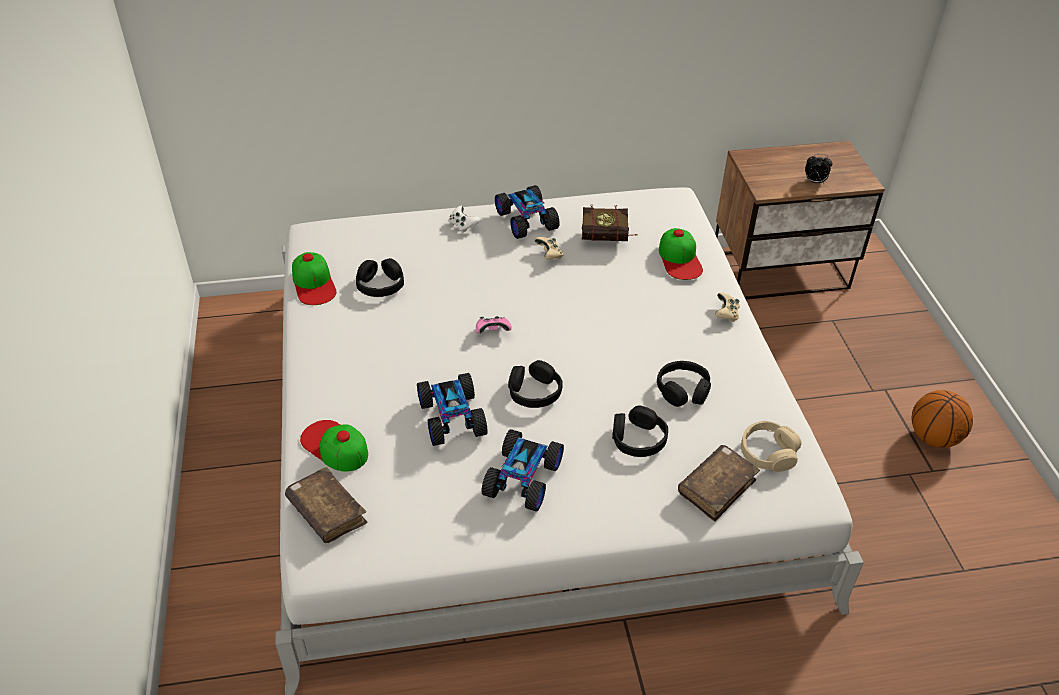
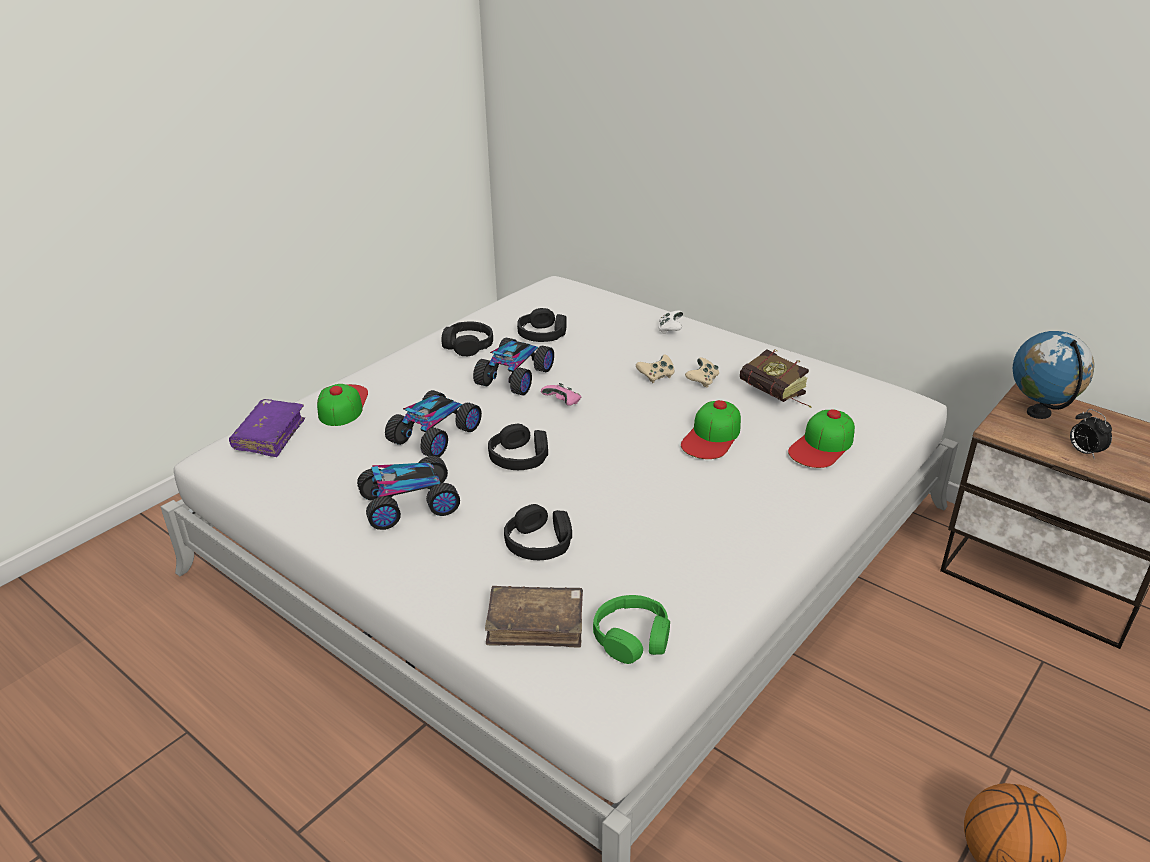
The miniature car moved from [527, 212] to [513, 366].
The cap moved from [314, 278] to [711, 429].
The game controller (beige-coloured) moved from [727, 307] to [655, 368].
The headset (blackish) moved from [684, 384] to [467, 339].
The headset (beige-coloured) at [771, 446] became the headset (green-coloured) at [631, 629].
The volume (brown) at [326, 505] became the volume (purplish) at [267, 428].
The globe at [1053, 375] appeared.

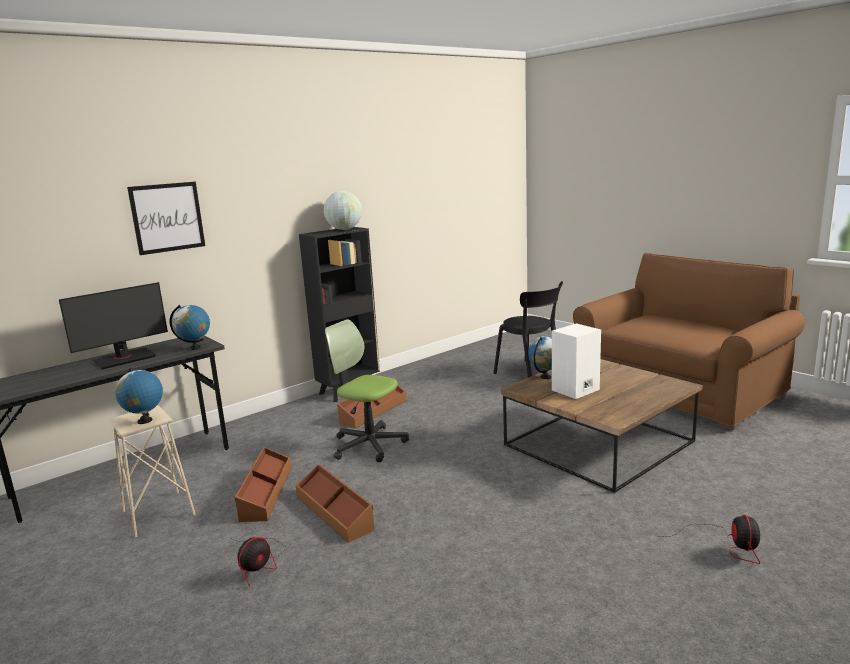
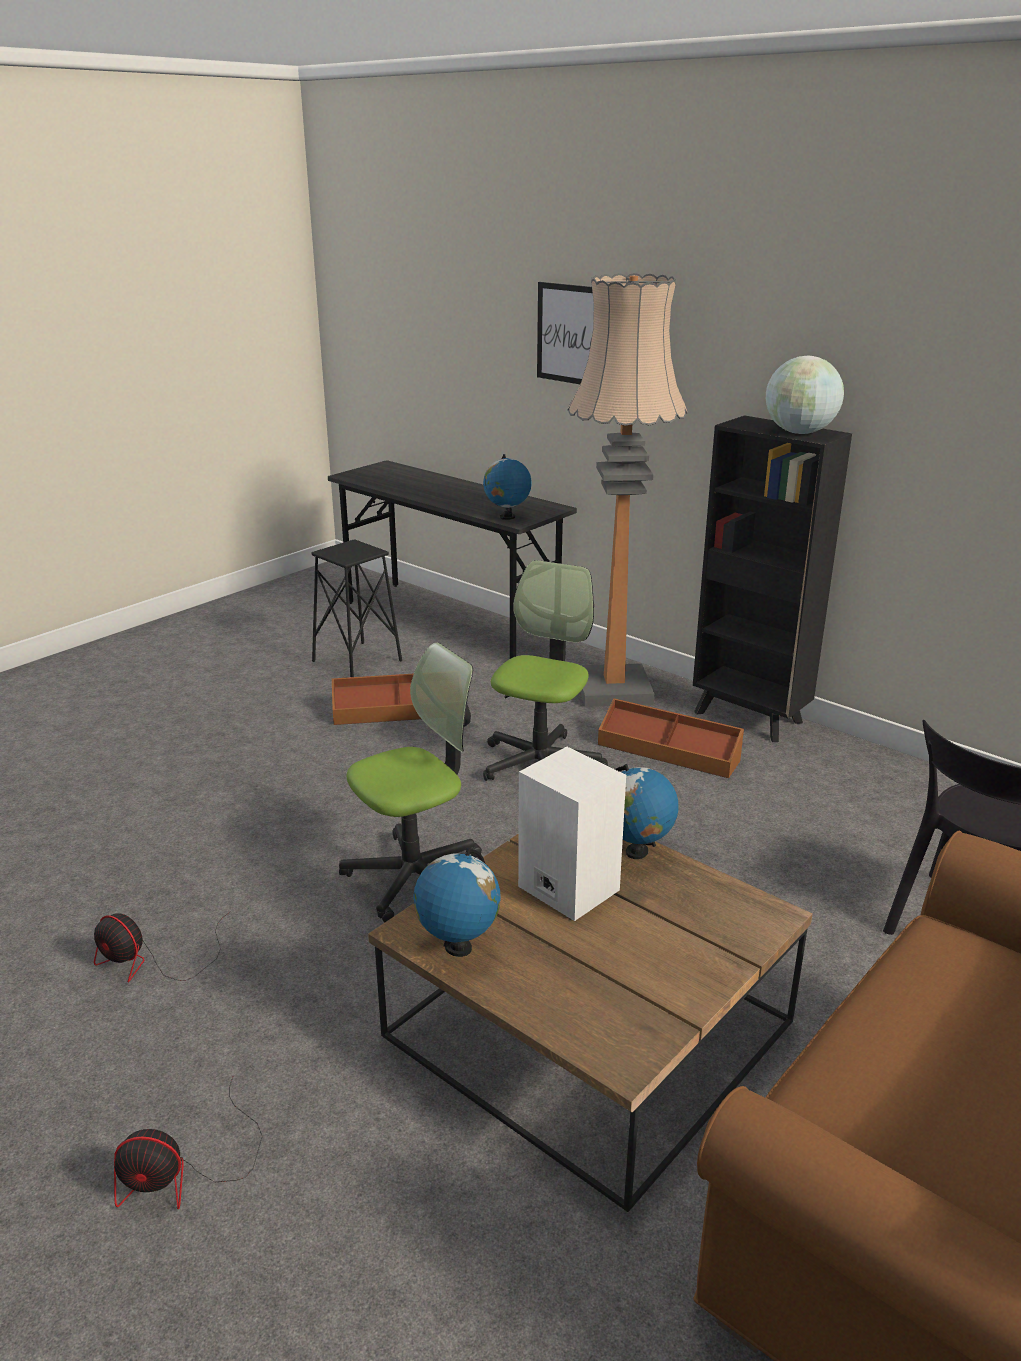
The computer display at [113, 325] disappeared.
The globe moved from [139, 396] to [457, 902].
The stool (beige-coloured) at [152, 471] became the stool (blackish) at [357, 608].
The storage box (brown) at [335, 503] disappeared.
The fan moved from [257, 561] to [162, 947].
The floor lamp at [627, 490] appeared.
The desk chair at [410, 782] appeared.

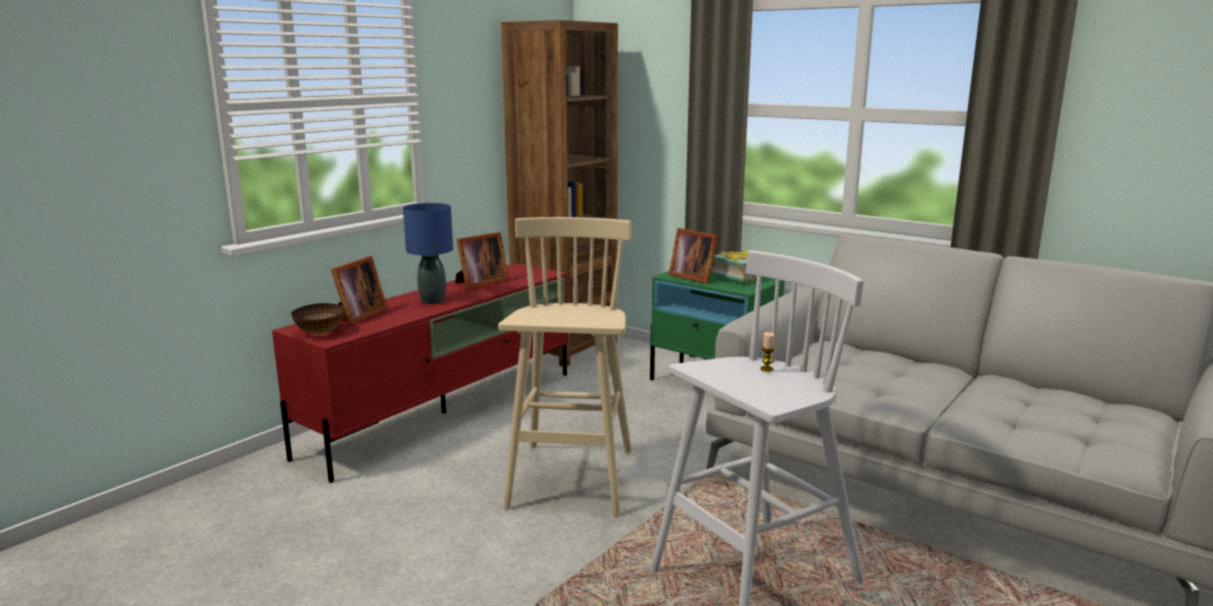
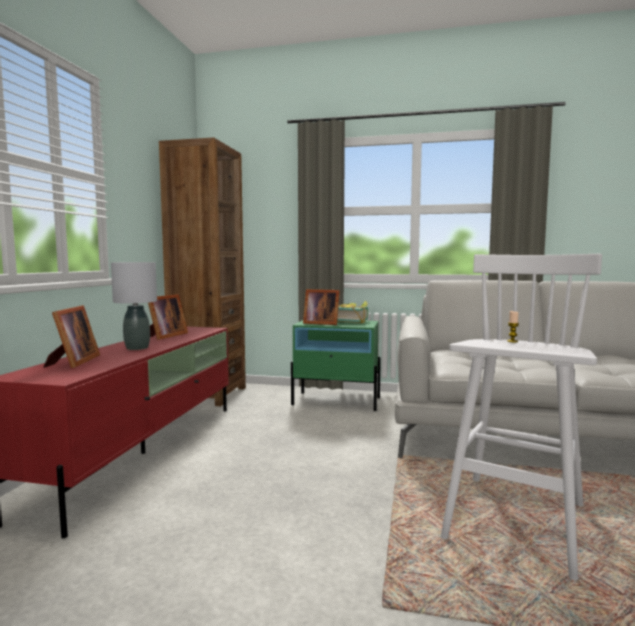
The table lamp (blue) at [428, 253] became the table lamp (gray) at [134, 306].
The stool (beige-coloured) at [565, 366] disappeared.
The bowl at [318, 318] disappeared.

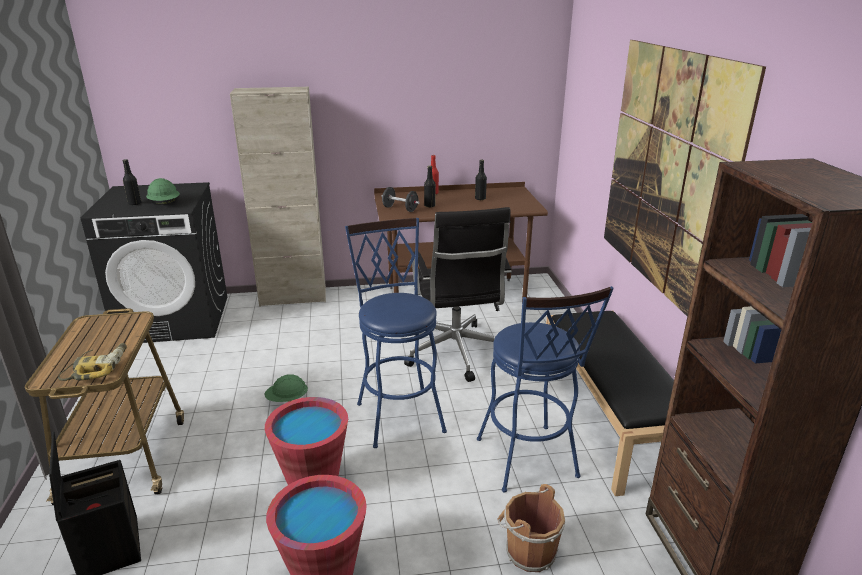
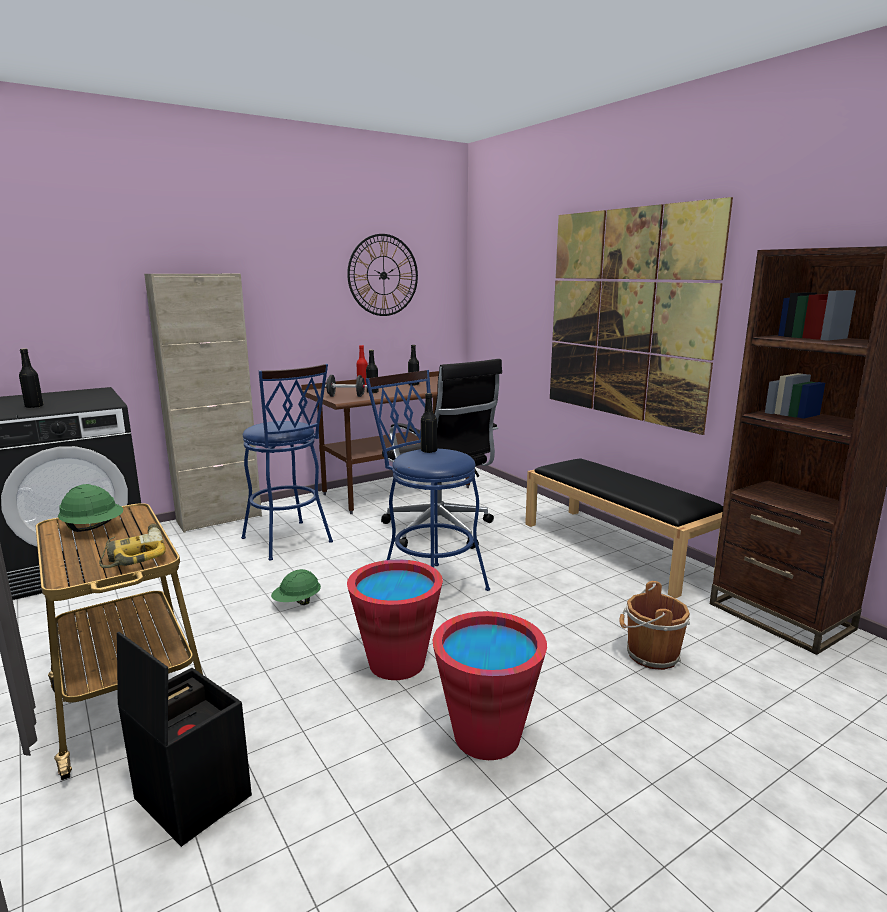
The work helmet (green-coloured) moved from [163, 191] to [90, 508].
The stool (blue) moved from [545, 389] to [287, 462].
The hanging clock at [382, 275] appeared.
The bottle (blackish) at [429, 423] appeared.

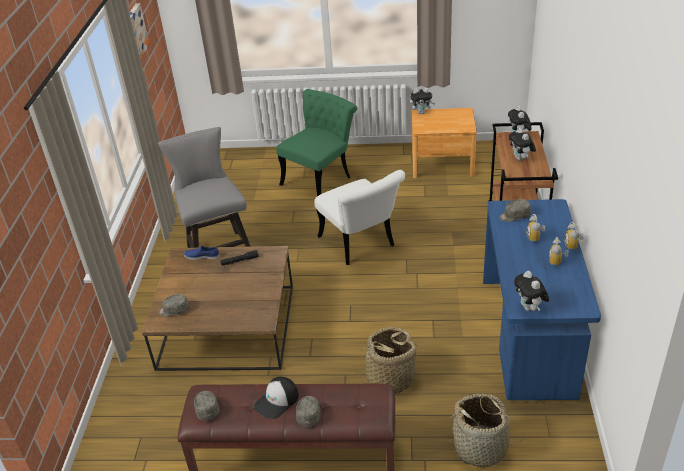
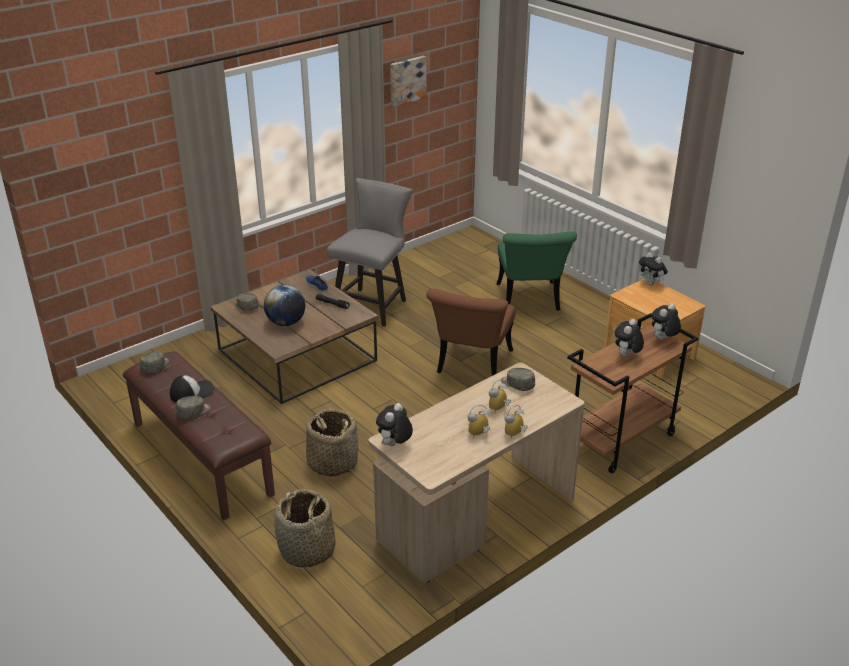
The plain chair (green-coloured) at [316, 142] turned 90 degrees clockwise.
The plain chair (white-coloured) at [359, 217] became the plain chair (brown) at [470, 332].
The desk unit (blue) at [542, 299] became the desk unit (beige-coloured) at [477, 473].
The cap at [276, 398] turned 150 degrees clockwise.
The globe at [284, 305] appeared.

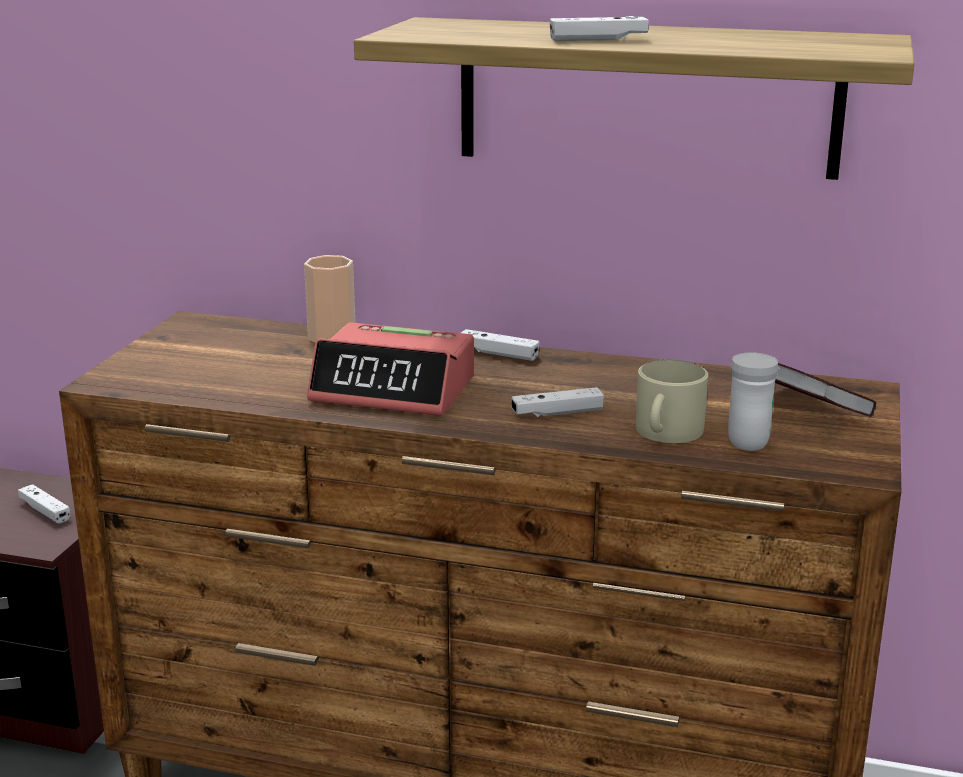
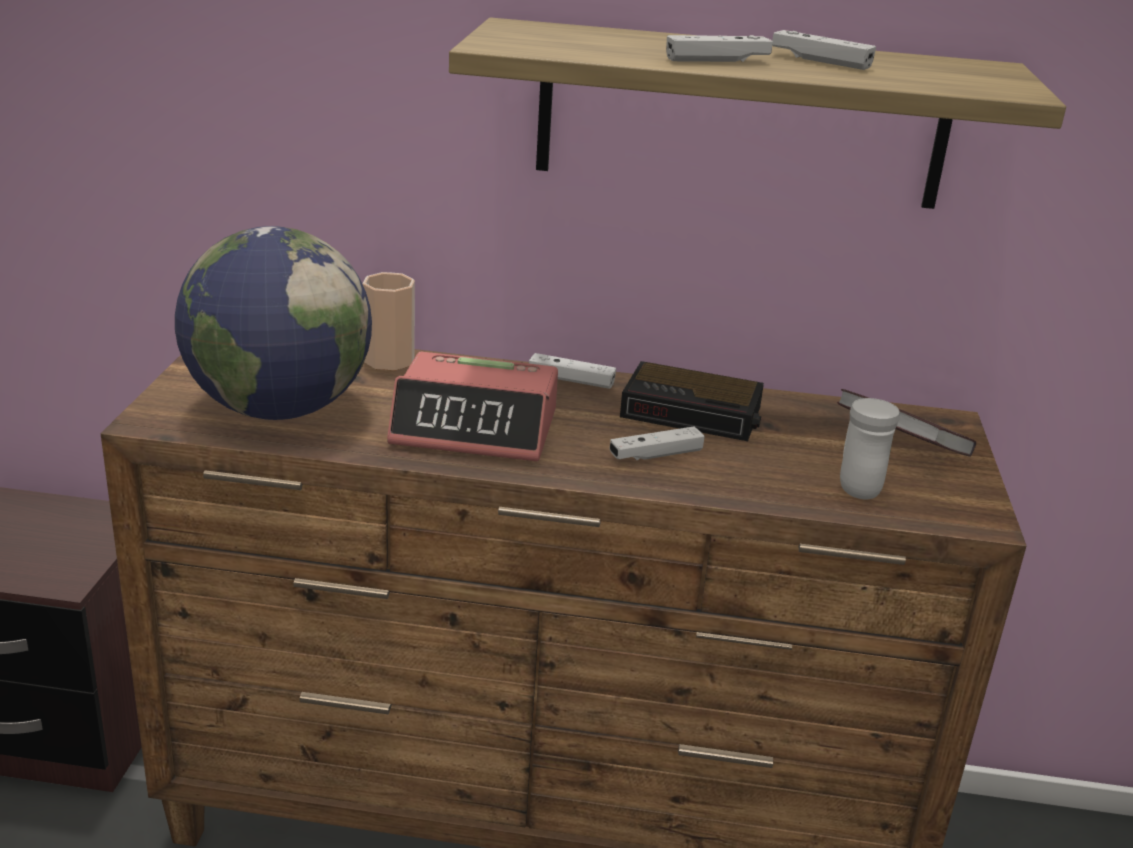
The tea mug (beige-coloured) at [672, 401] disappeared.
The game controller (white-coloured) moved from [44, 504] to [824, 50].
The globe at [273, 323] appeared.
The bedside clock at [692, 401] appeared.

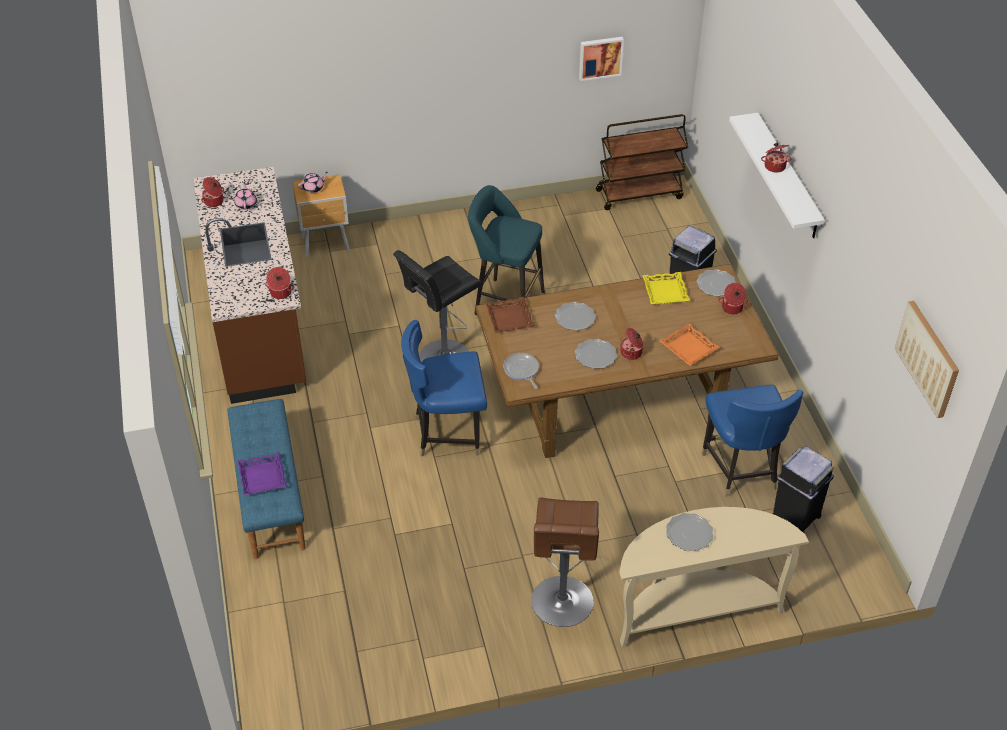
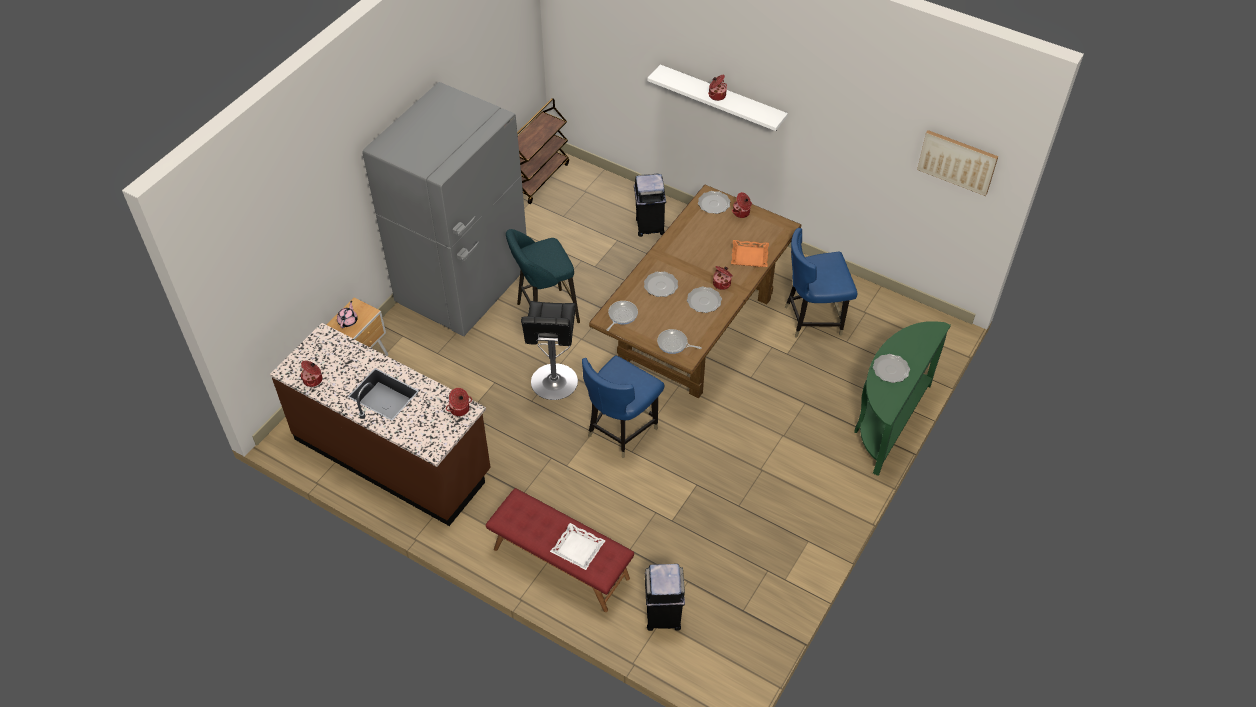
The wall picture at [601, 59] disappeared.
The pot for tea (pink-coloured) at [245, 195] disappeared.
The serving tray (yellow-coloured) at [666, 288] disappeared.
The serving tray (brown) at [510, 314] was replaced by the pan at [622, 316].
The plain chair (blue) at [752, 441] turned 135 degrees clockwise.
The long seat (blue) at [266, 479] became the long seat (red) at [560, 550].
The rubbish bin (blackish) moved from [803, 489] to [665, 597].
The serving tray (purplish) at [262, 473] became the serving tray (white-coloured) at [578, 546].
The stool (brown) at [565, 562] disappeared.
The narrow table (beige-coloured) at [714, 577] became the narrow table (green-coloured) at [902, 398].
The fridge (gray) at [444, 209] appeared.

